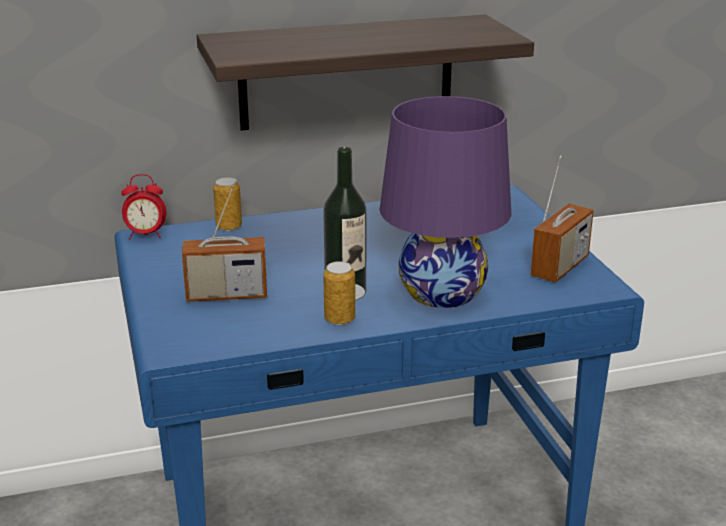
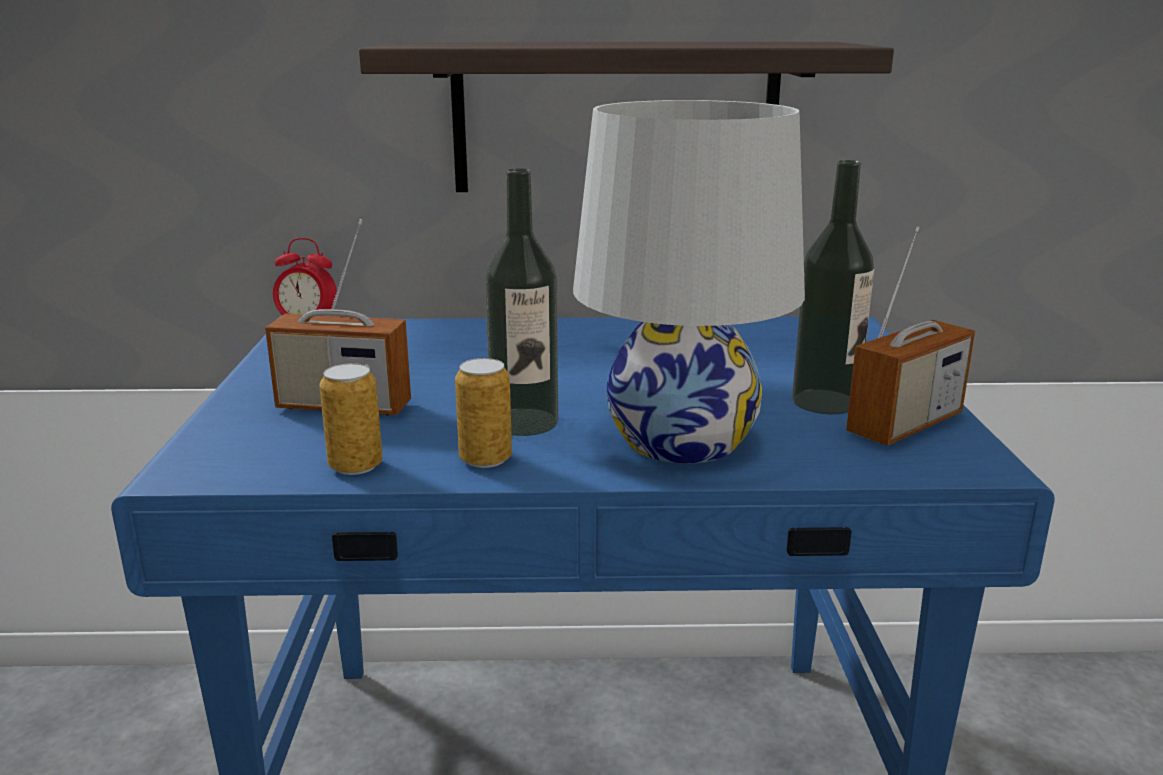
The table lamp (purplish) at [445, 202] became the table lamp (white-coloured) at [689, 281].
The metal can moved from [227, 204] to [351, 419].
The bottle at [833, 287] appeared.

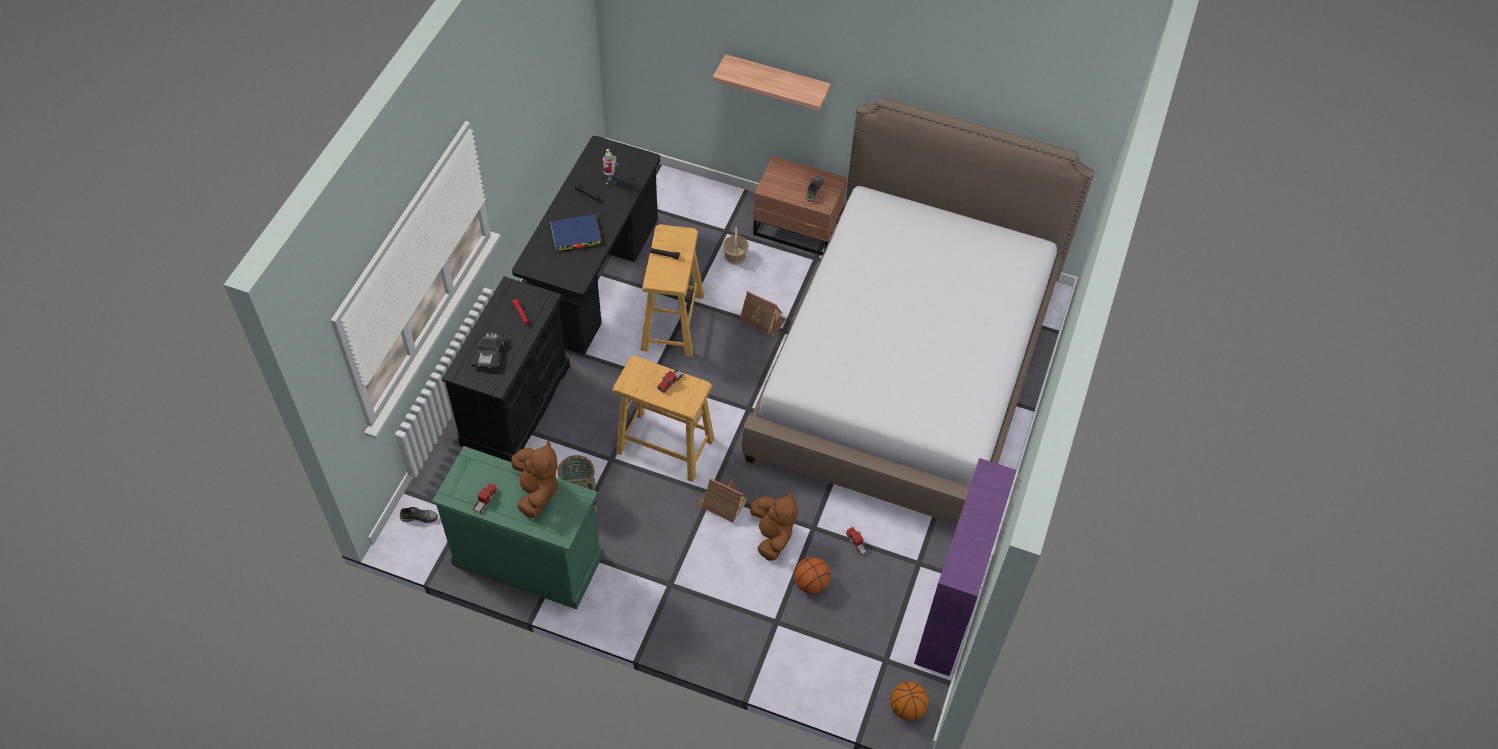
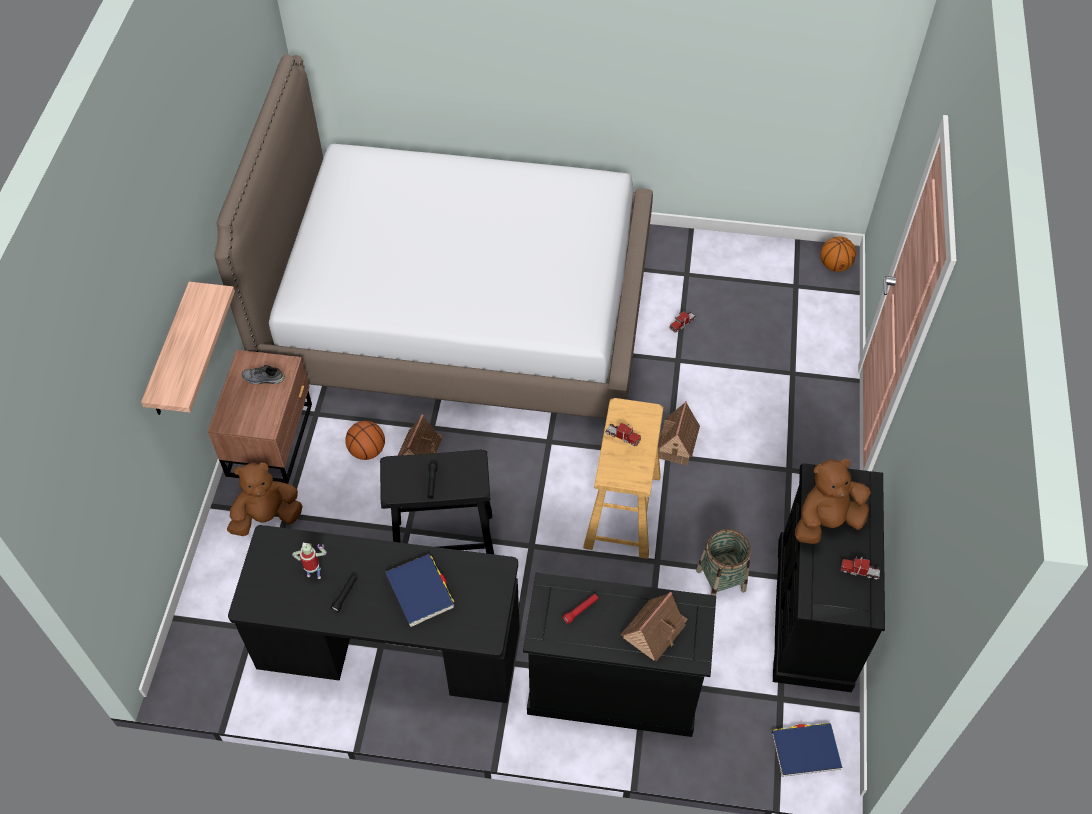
The stool (beige-coloured) at [672, 290] became the stool (blackish) at [437, 502].
The household basket at [735, 246] disappeared.
The miniature car (blackish) at [487, 349] was replaced by the toy house at [654, 626].
The chest of drawers (green-coloured) at [517, 528] became the chest of drawers (blackish) at [829, 577].
The shelving unit (purplish) at [965, 567] disappeared.
The soft toy (brown) moved from [774, 526] to [265, 499].
The shoe (gray) at [419, 515] was replaced by the volume (blue) at [807, 750].
The ball for basketball moved from [812, 575] to [365, 440].

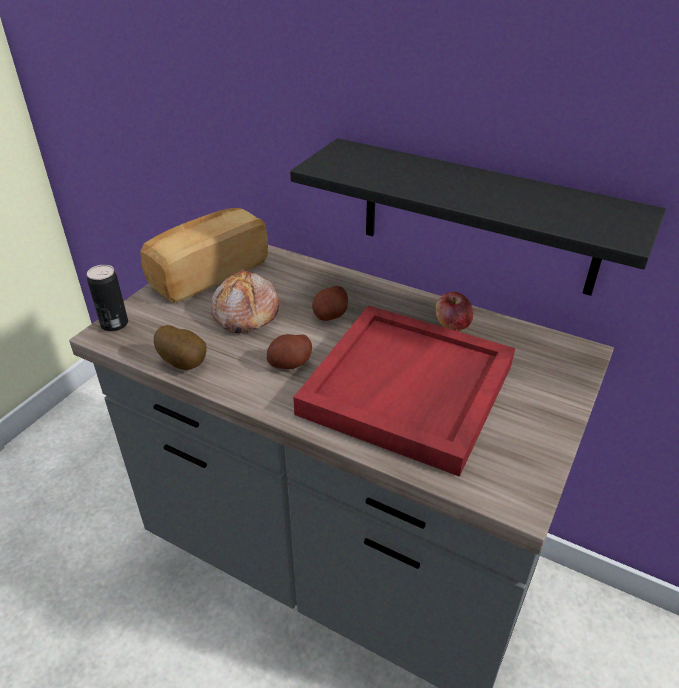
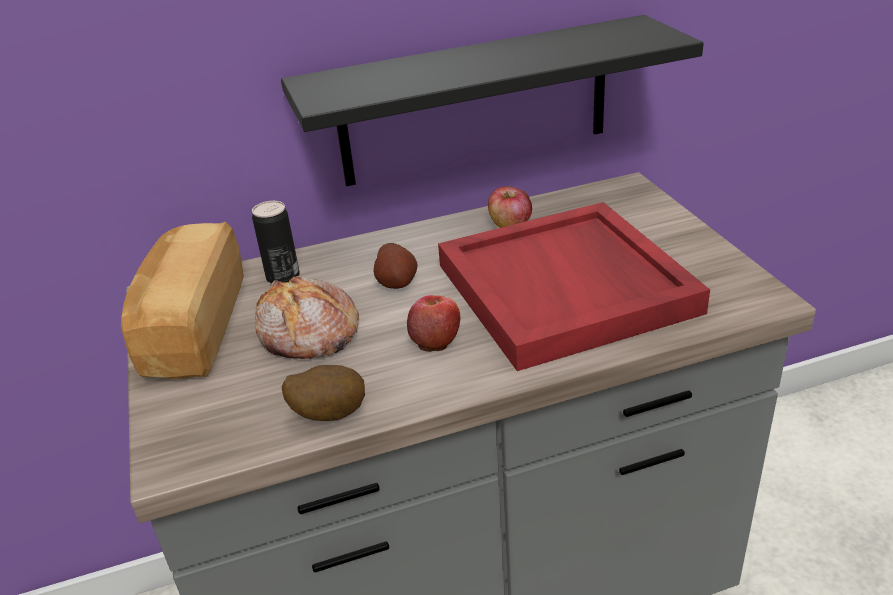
The metal can moved from [107, 298] to [276, 242].
The whole potato at [289, 351] was replaced by the apple fruit at [433, 323].

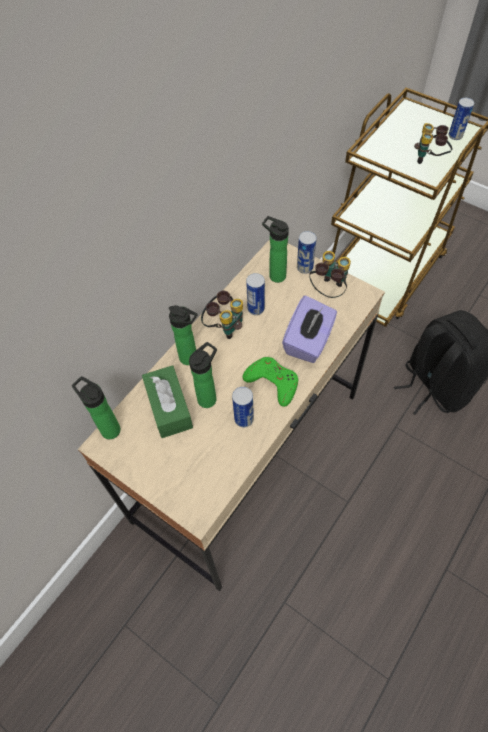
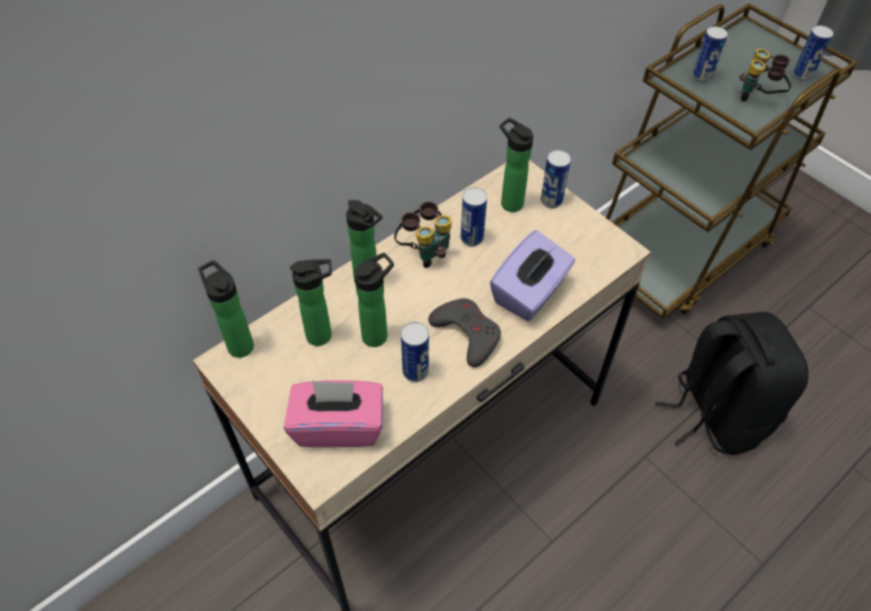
The pair of binoculars at [330, 274] disappeared.
The game controller (green-coloured) at [270, 382] became the game controller (gray) at [464, 332].
The tissue box (green-coloured) at [167, 401] was replaced by the bottle at [311, 302].
The metal can at [710, 54] appeared.
The tissue box (pink-coloured) at [333, 413] appeared.

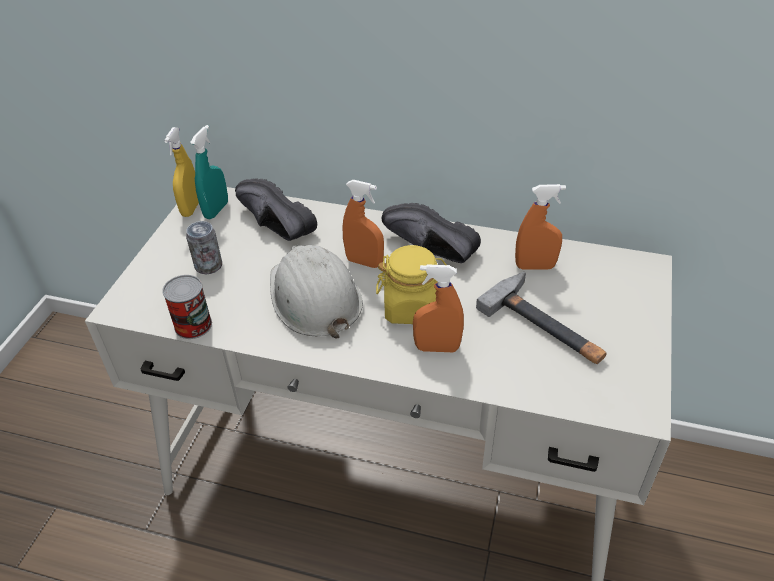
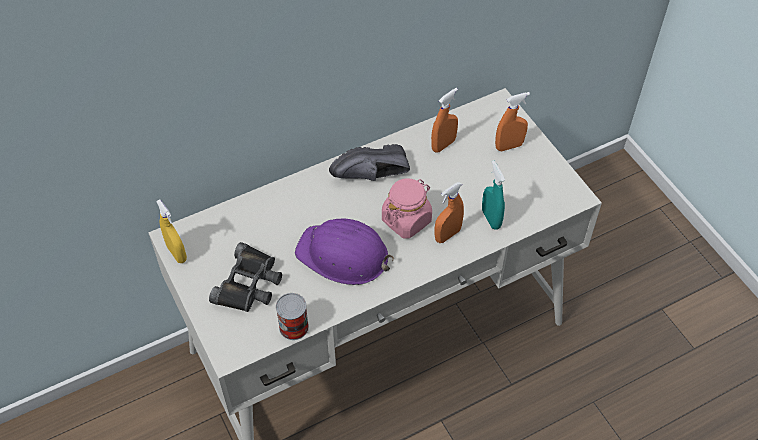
The hand sprayer (turquoise) moved from [209, 172] to [493, 195].
The shoe (blackish) at [276, 209] disappeared.
The hand sprayer (orange-coloured) moved from [363, 224] to [512, 121].
The metal can at [204, 247] was replaced by the pair of binoculars (blackish) at [245, 277].
The work helmet (white-coloured) at [316, 292] became the work helmet (purplish) at [344, 252].
The storage jar (yellow-coloured) at [411, 284] became the storage jar (pink-coloured) at [407, 208].
The tool hammer at [541, 318] disappeared.

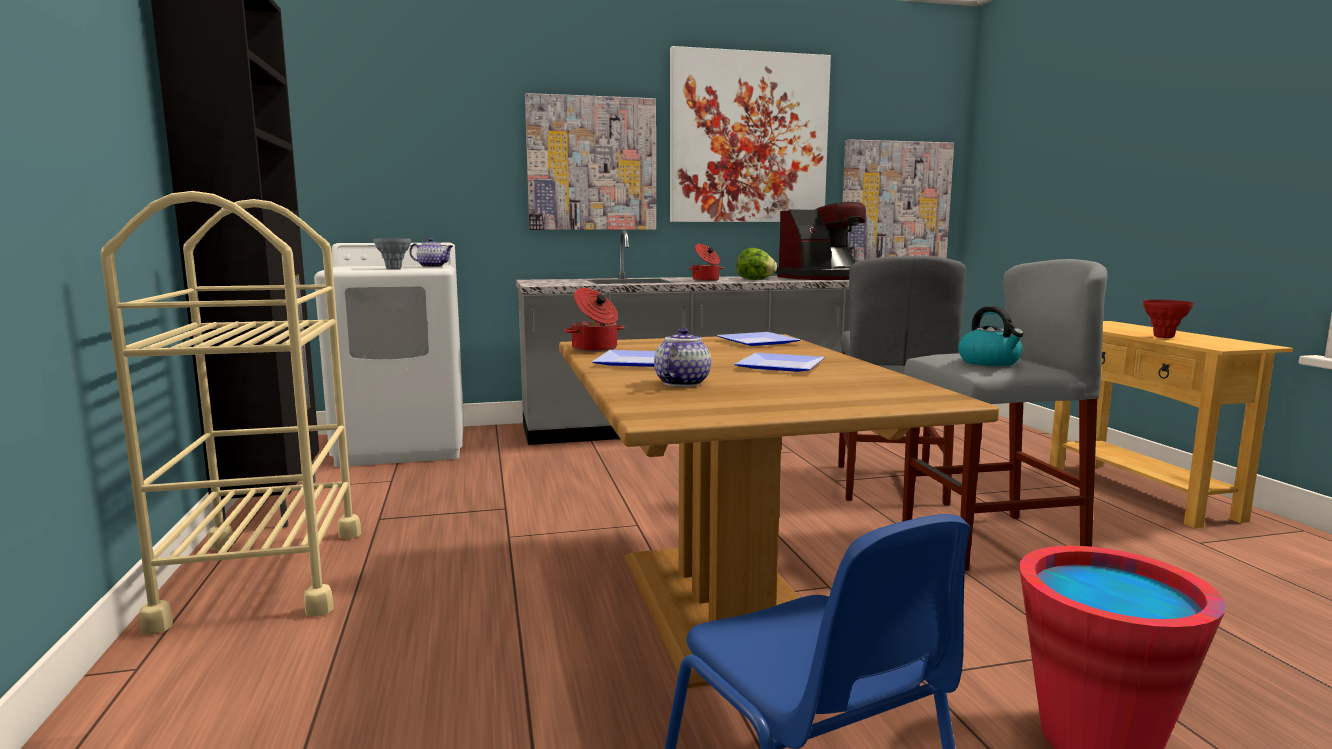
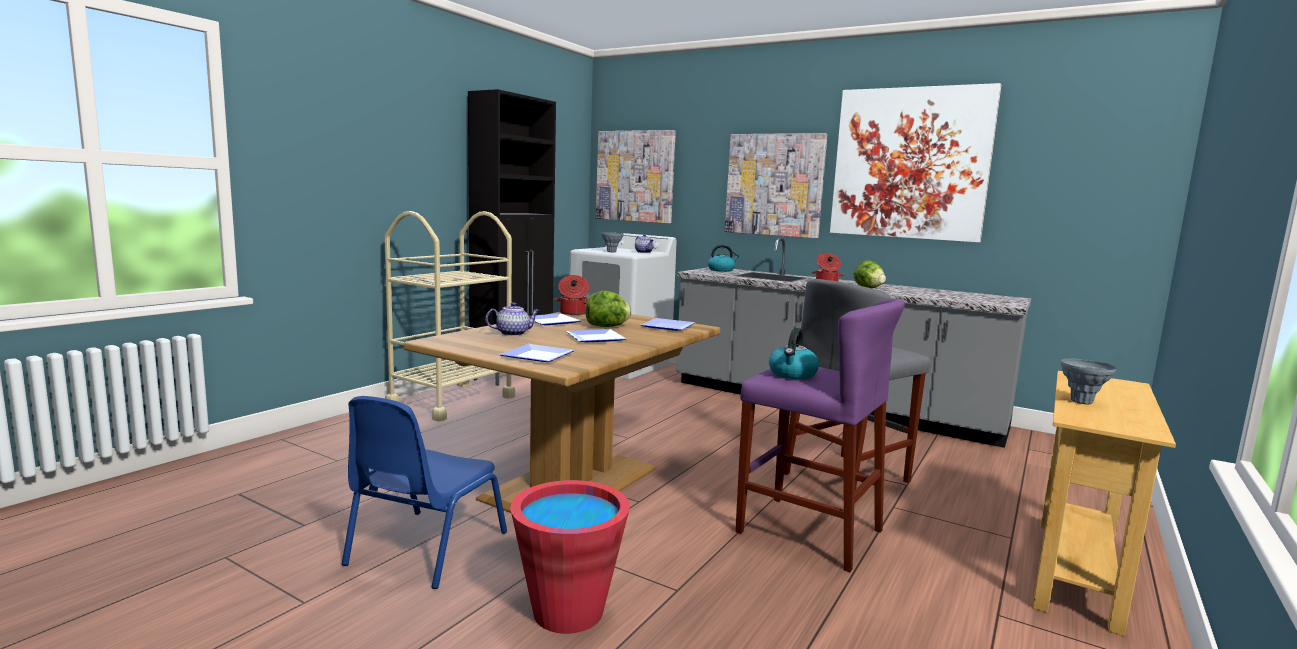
The wall picture moved from [898, 200] to [636, 177].
The coffee brewer at [820, 241] disappeared.
The stool (gray) at [1004, 415] became the stool (purplish) at [820, 435].
The decorative vase (red) at [1168, 319] became the decorative vase (gray) at [1088, 381].
The water kettle at [723, 258] appeared.
The head of lettuce at [608, 309] appeared.
The dinner plate at [537, 353] appeared.

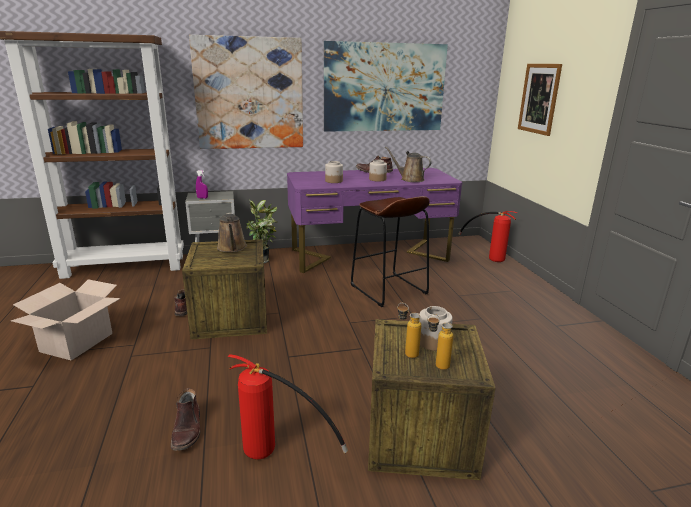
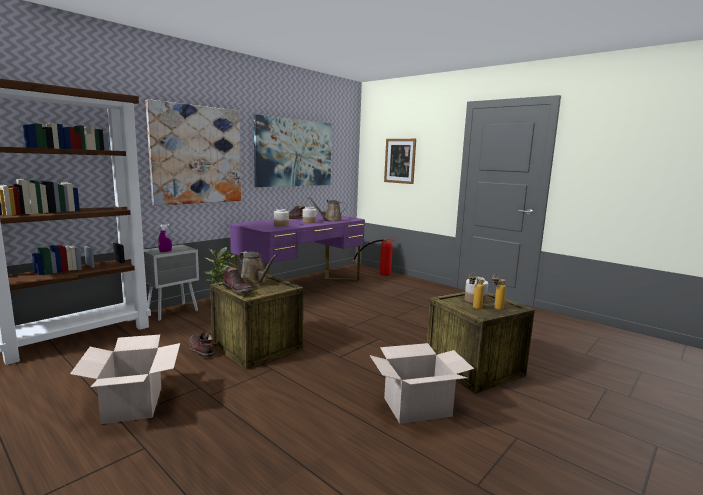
The stool (brown) at [390, 251] disappeared.
The fire-fighting cylinder at [288, 407] was replaced by the cardboard box at [421, 383].
The high-top boot (brown) moved from [185, 419] to [238, 280].

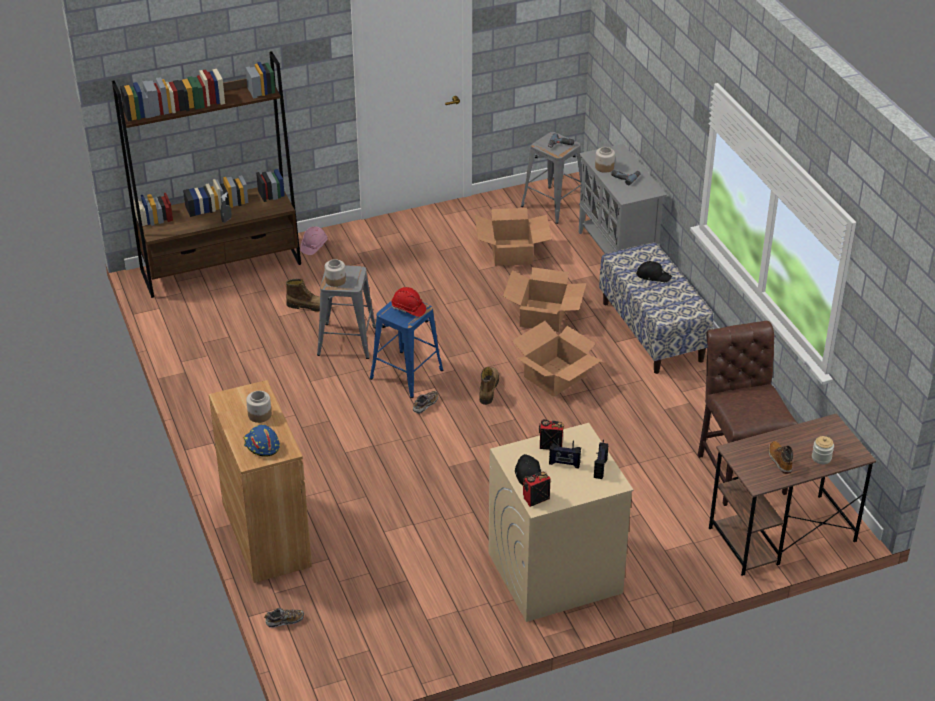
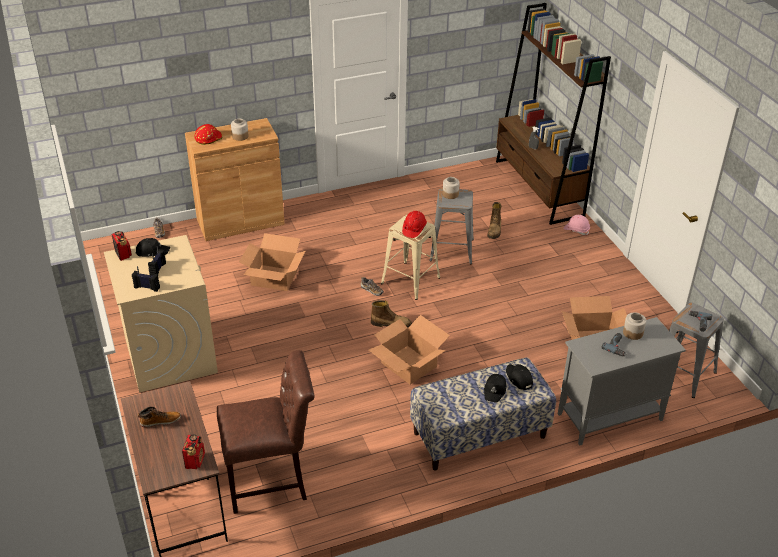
The cardboard box moved from [545, 299] to [272, 262].
The stool (blue) at [406, 349] became the stool (beige-coloured) at [410, 257].
The radio set moved from [551, 434] to [193, 451].
The work helmet (blue) at [262, 441] became the work helmet (red) at [208, 134].
The storage jar at [823, 450] disappeared.
The cap (blackish) at [519, 377] appeared.

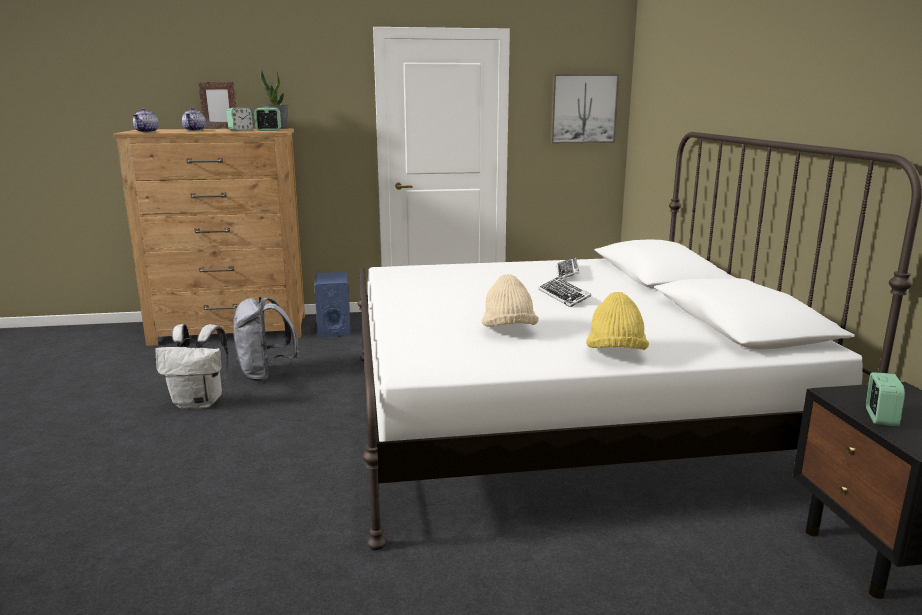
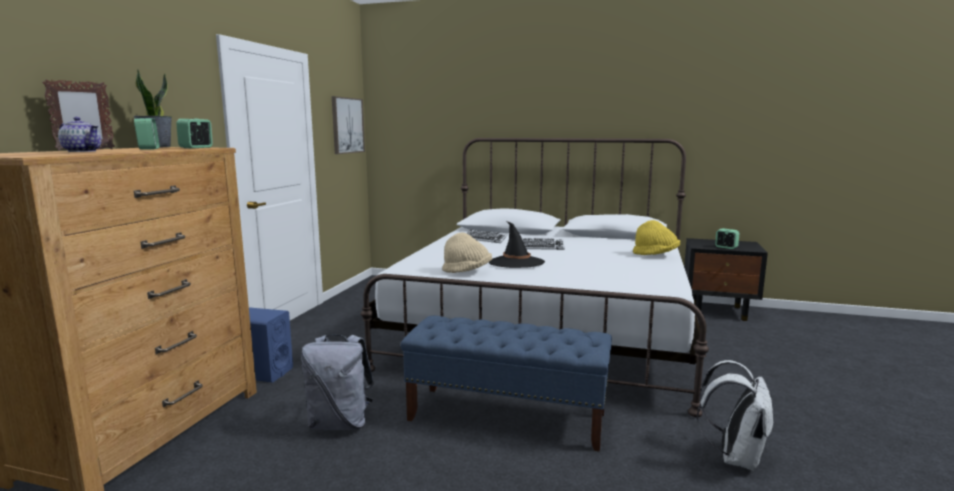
The pot for tea at [146, 120] disappeared.
The hat (beige-coloured) moved from [510, 300] to [467, 253].
The knapsack (white-coloured) moved from [191, 366] to [735, 415].
The hat (blackish) at [516, 244] appeared.
The long seat (blue) at [506, 384] appeared.

